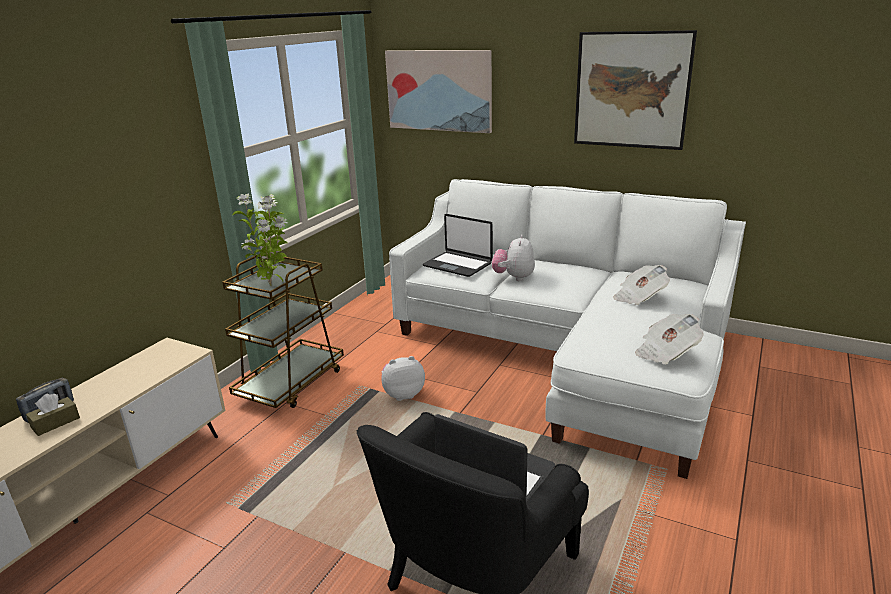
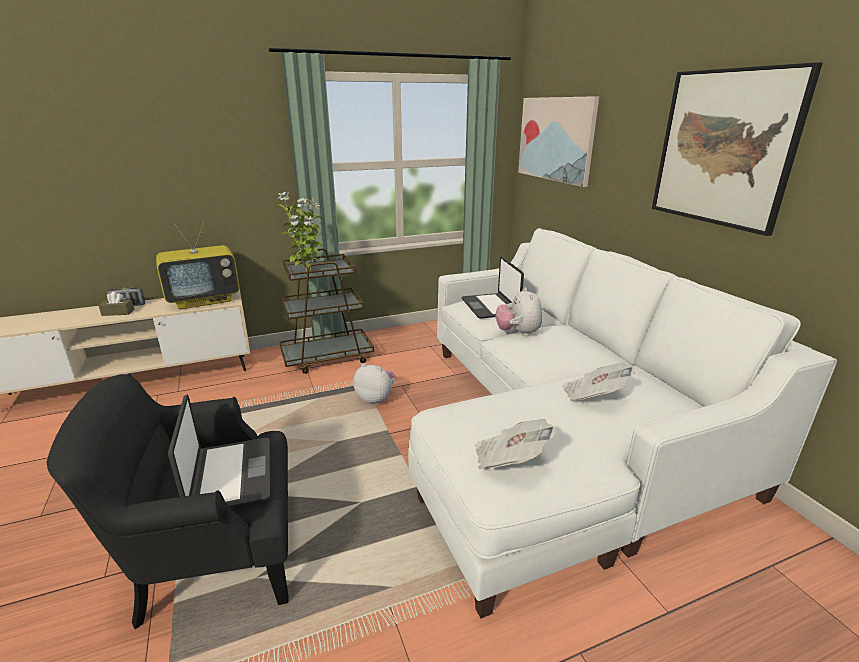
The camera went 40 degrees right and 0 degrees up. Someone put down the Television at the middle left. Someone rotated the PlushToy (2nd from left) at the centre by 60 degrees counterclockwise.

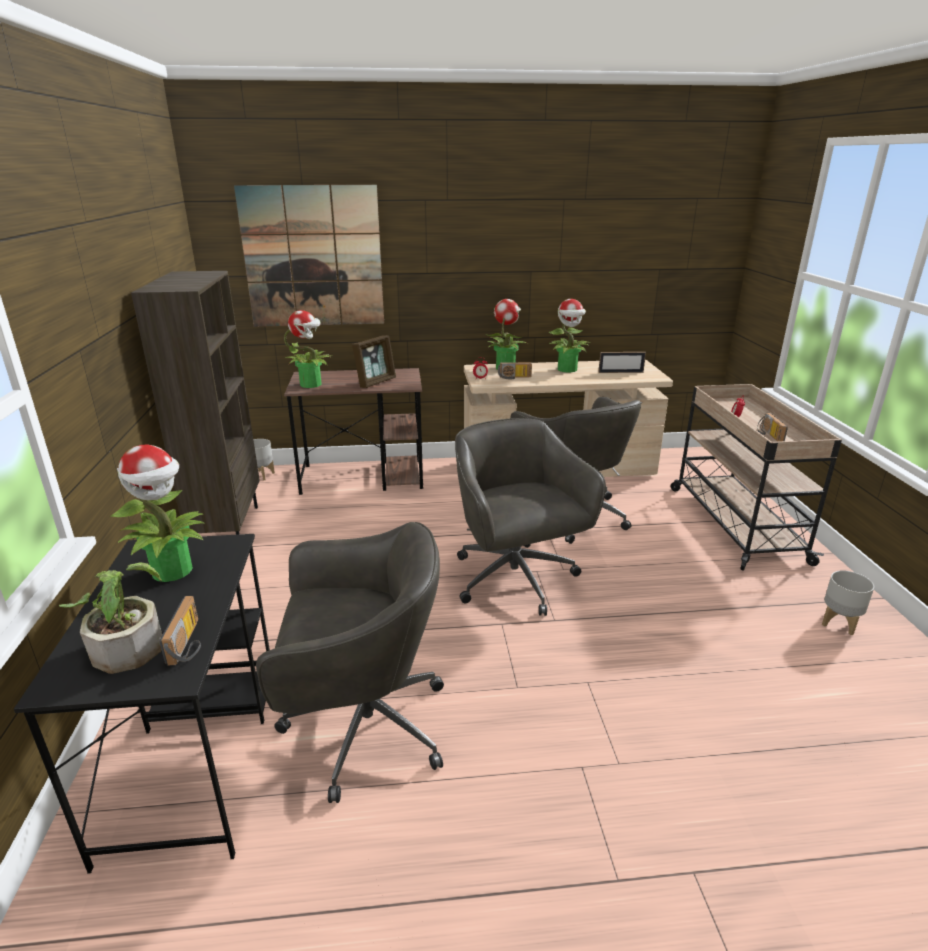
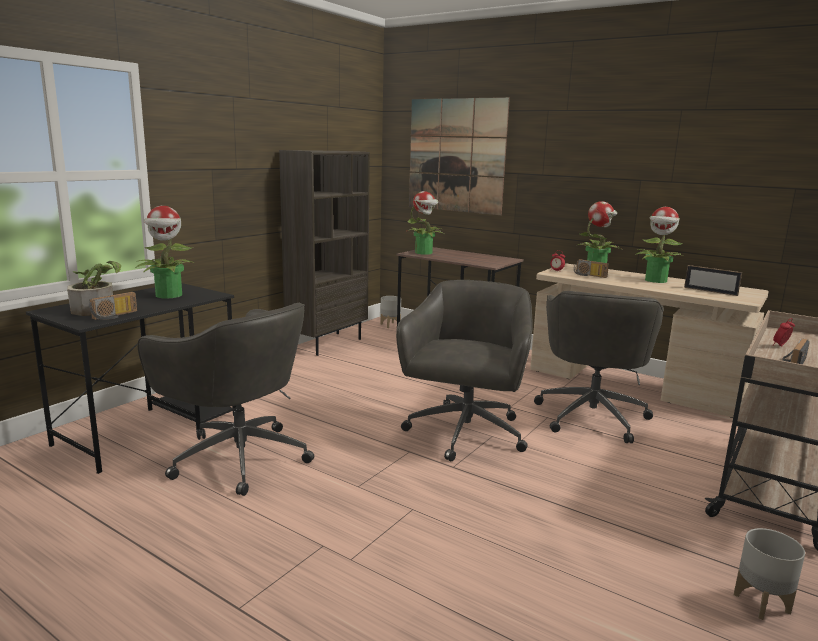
The camera went 40 degrees right and 10 degrees down. Someone took away the PictureFrame (1st from left) at the centre.

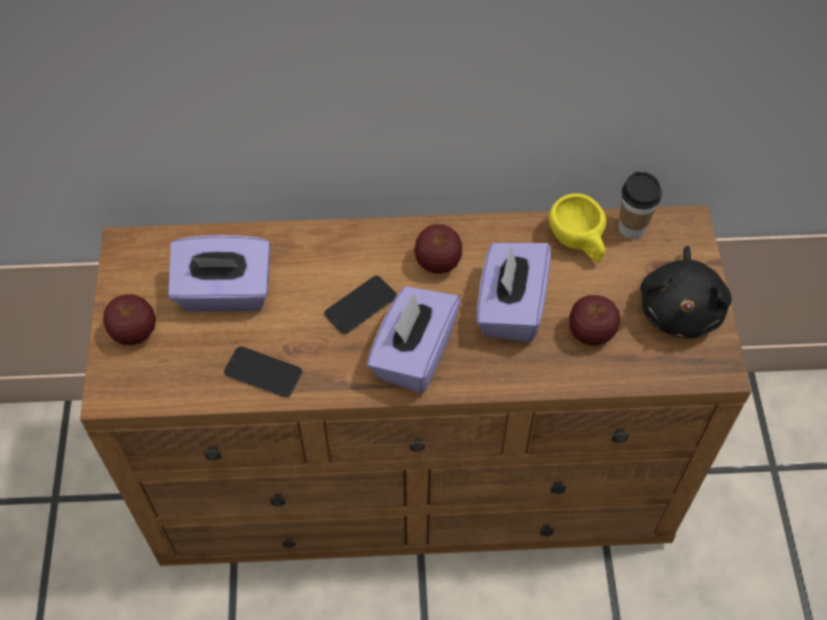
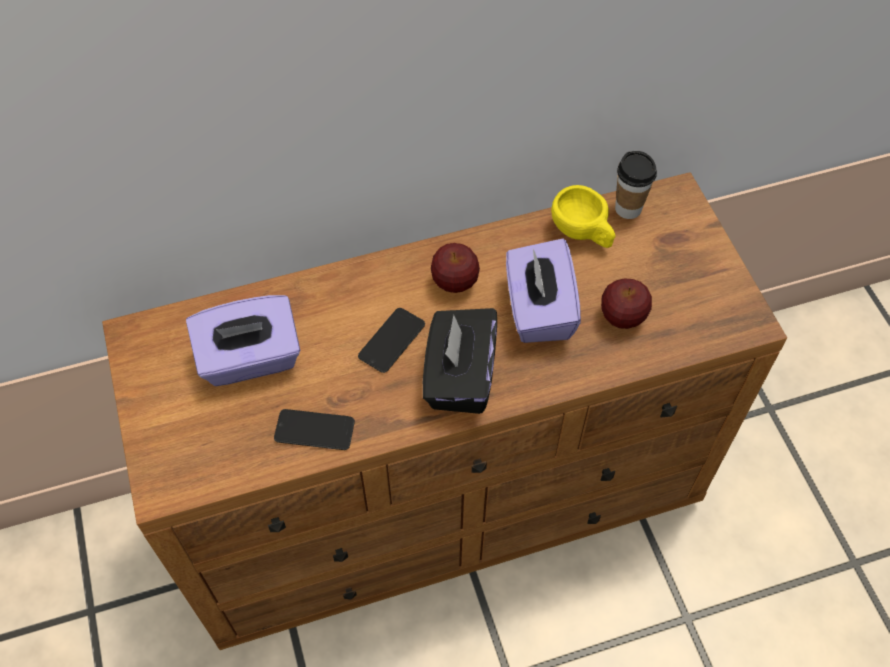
The camera went 15 degrees left and 0 degrees up. Someone took away the Apple (1st from left) at the middle left. Someone took away the BlackPlushToy at the middle right. Someone repainted the PurpleTissueBox (2nd from left) at the centre, which became the BlackTissueBox at the centre.

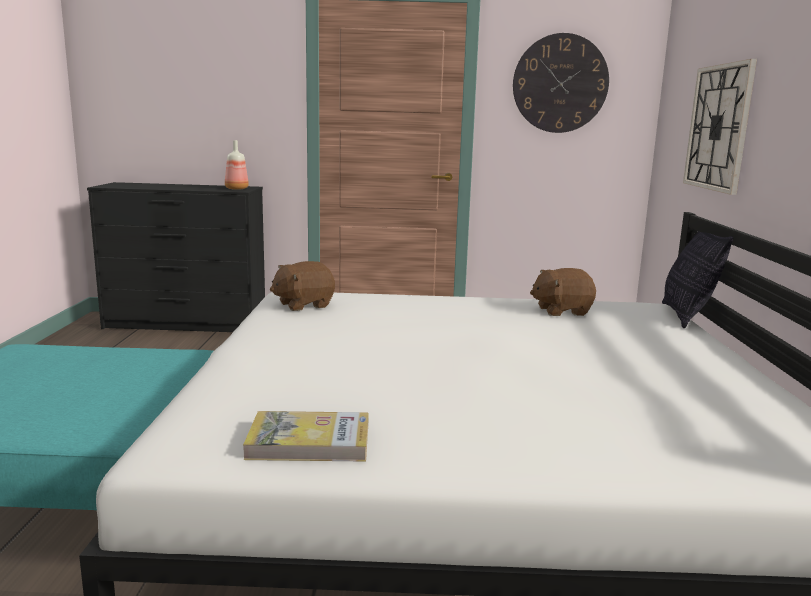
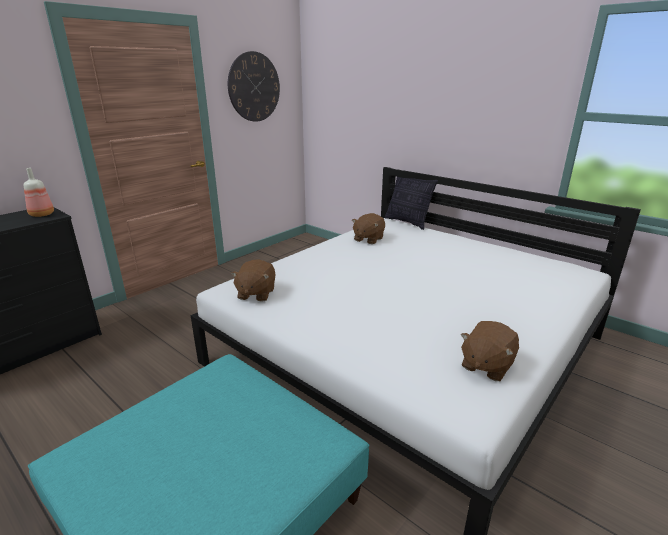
The camera went 50 degrees left and 10 degrees up. Someone took away the WallClock (2nd from left) at the top right. Someone swapped the Book at the bottom centre for the BrownPlushToy (3rd from left) at the middle right.

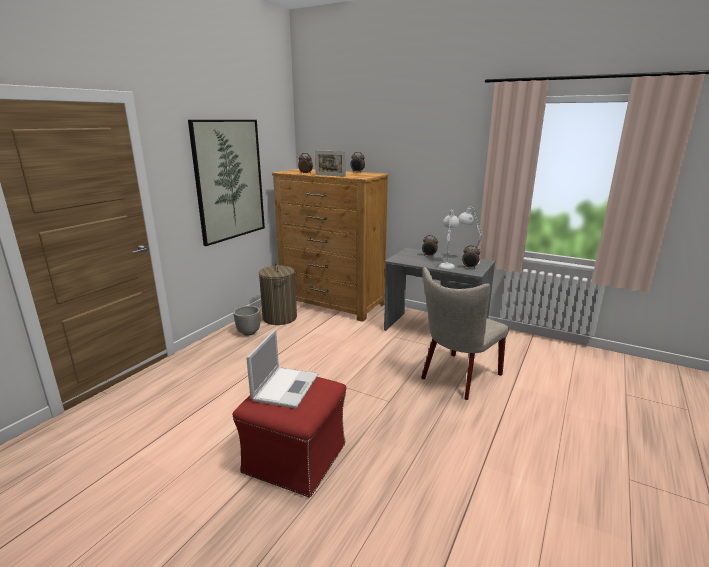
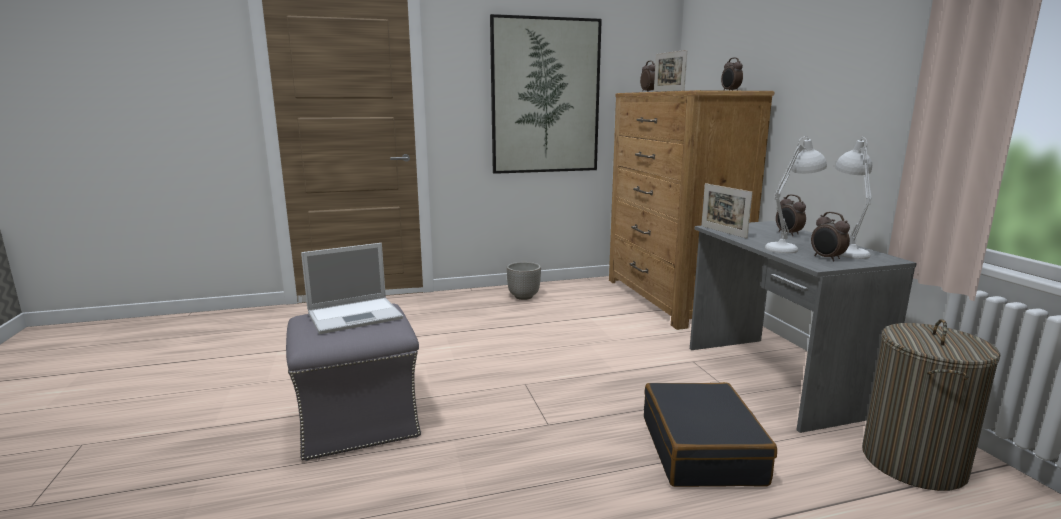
The camera went 45 degrees right and 5 degrees down. Someone put down the PictureFrame (2nd from left) at the middle right. Someone carried the LaundryBasket from the centre to the bottom right. Someone swapped the BeigeChair at the centre for the BlackSuitcase at the bottom right. Someone repainted the RedOttoman at the bottom centre, which became the GreyOttoman at the bottom left.

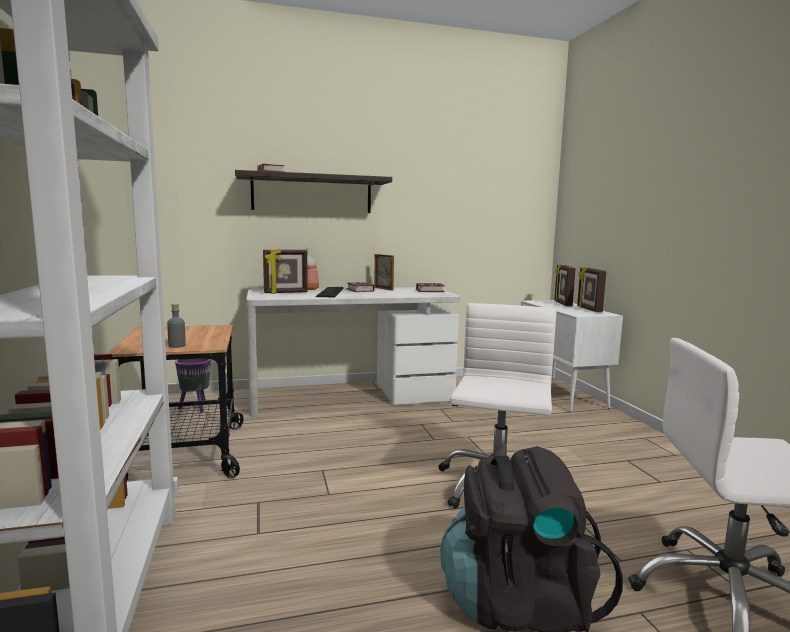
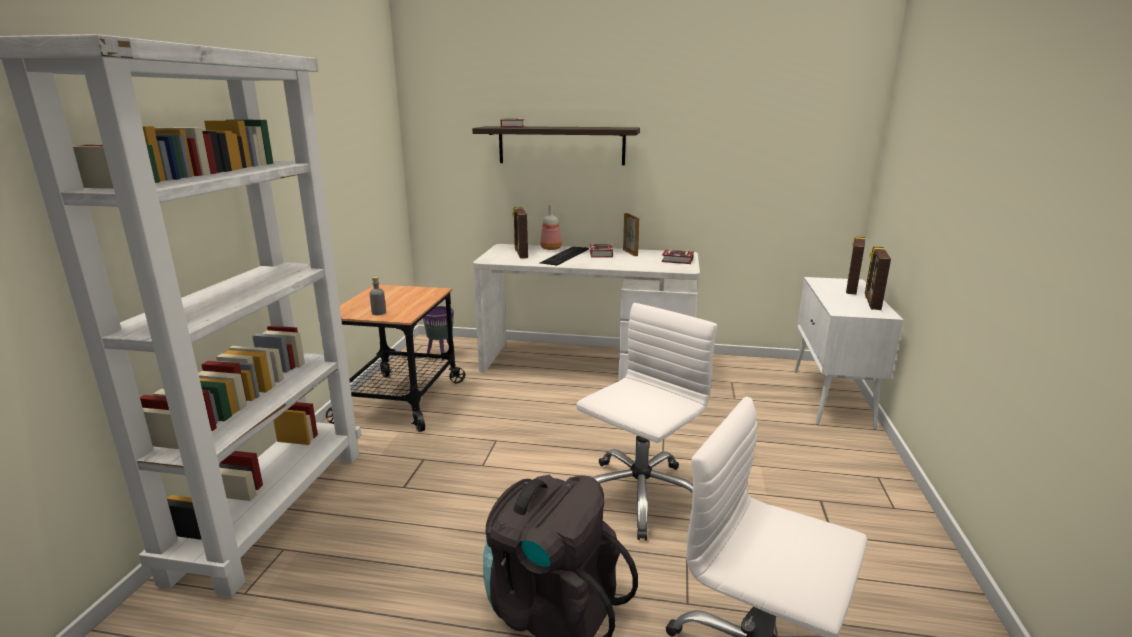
The camera went 25 degrees right and 10 degrees up. Someone rotated the PictureFrame (1st from left) at the centre by 75 degrees clockwise.

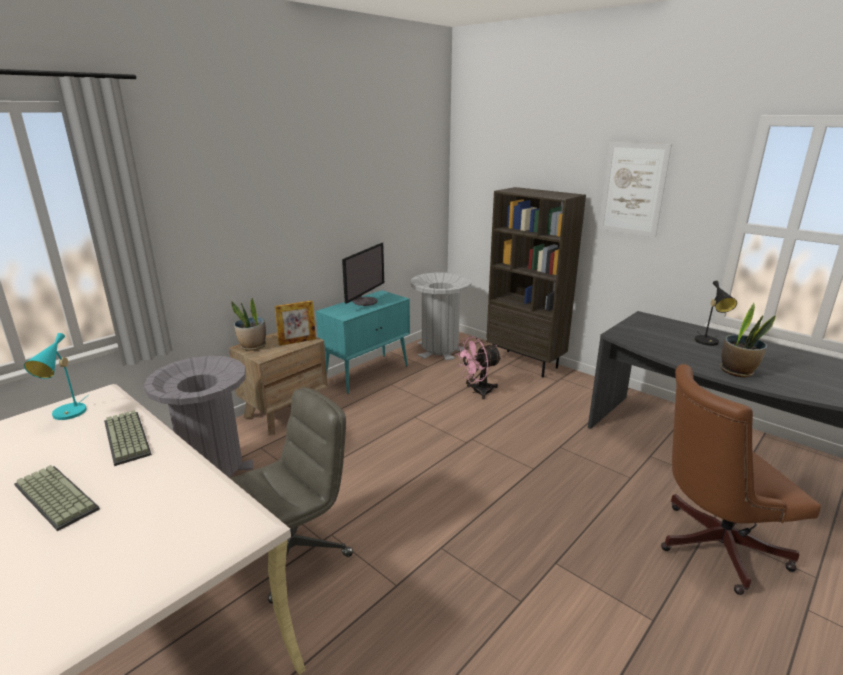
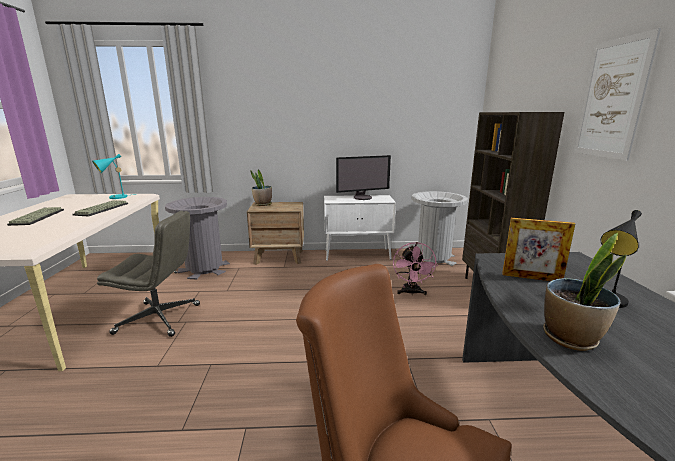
The camera went 45 degrees right and 5 degrees down. Someone carried the PictureFrame from the centre to the middle right. Someone repainted the TurquoiseCabinet at the centre, which became the WhiteCabinet at the centre. Someone rotated the PinkFan at the centre by 105 degrees counterclockwise.

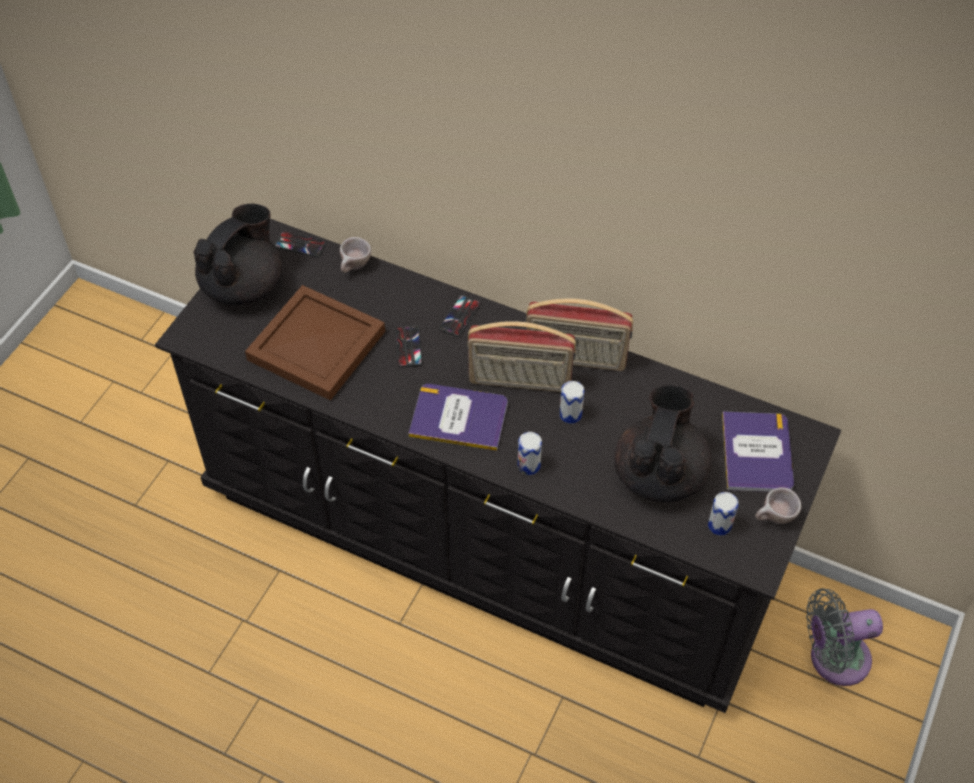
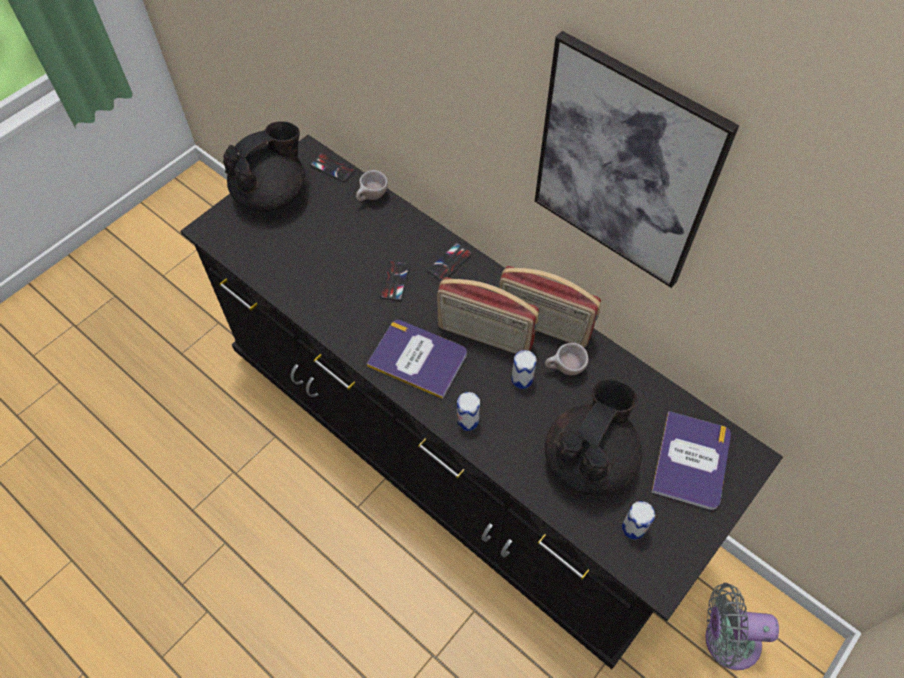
The camera went 15 degrees right and 5 degrees up. Someone took away the BrownTray at the middle left. Someone put up the Picture at the top right. Someone carried the BeigeCup (2nd from left) from the middle right to the centre.

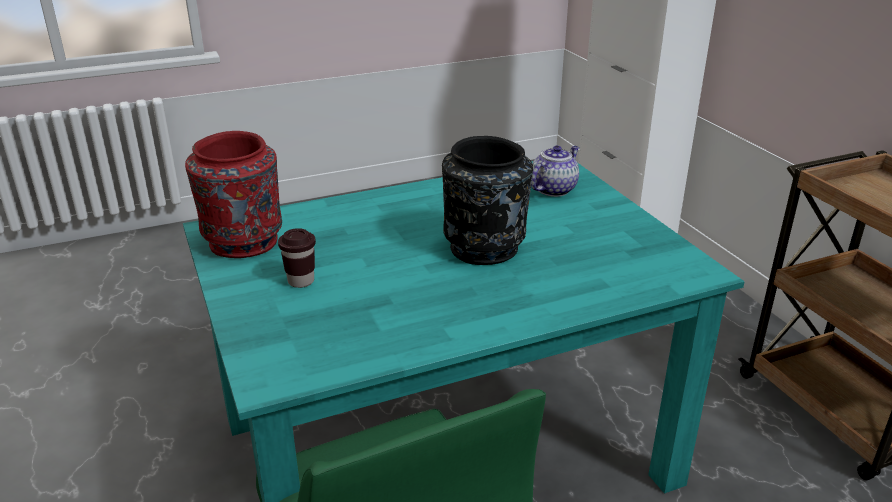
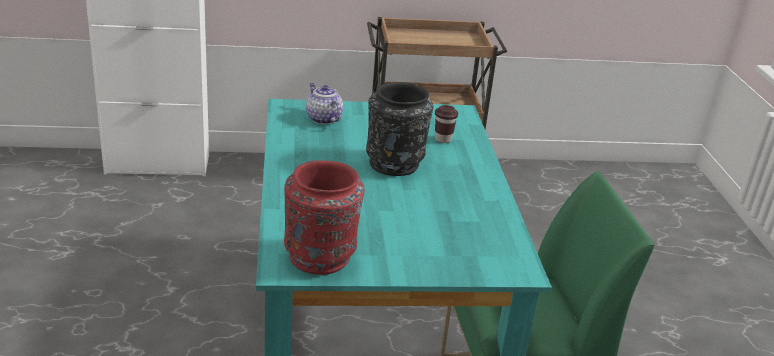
The camera went 75 degrees left and 0 degrees up. Someone carried the BrownCup from the middle left to the centre.

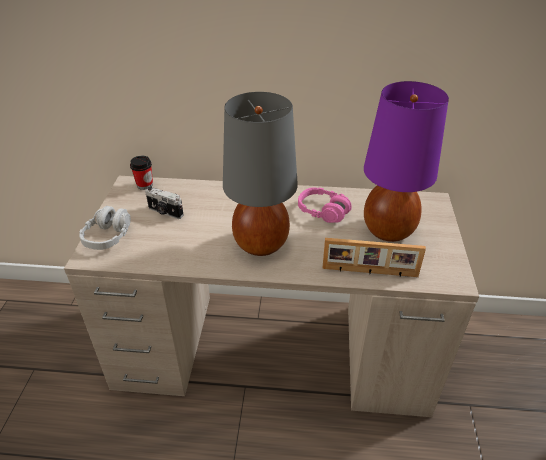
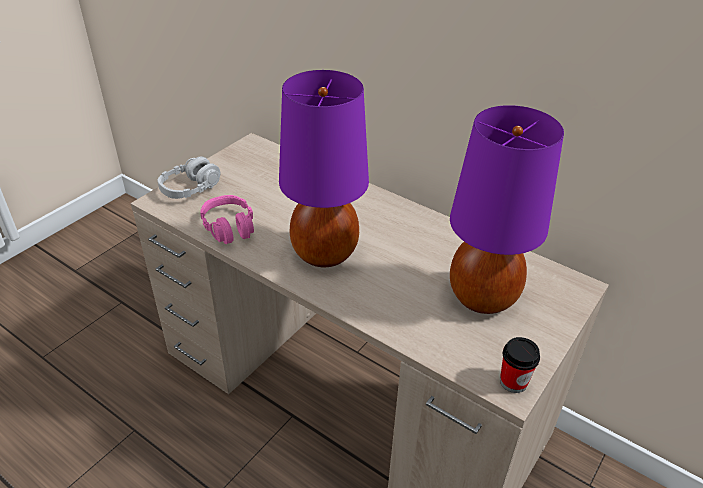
The camera went 30 degrees right and 0 degrees up. Someone took away the PhotoCamera at the middle left. Someone took away the PictureFrame at the middle right. Someone carried the Cup from the middle left to the bottom right. Someone carried the PinkHeadphones from the centre to the middle left. Someone repainted the GreyTableLamp at the centre, which became the PurpleTableLamp (1st from left) at the centre.

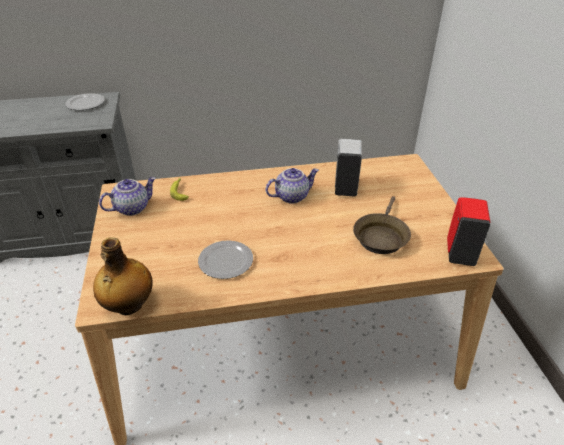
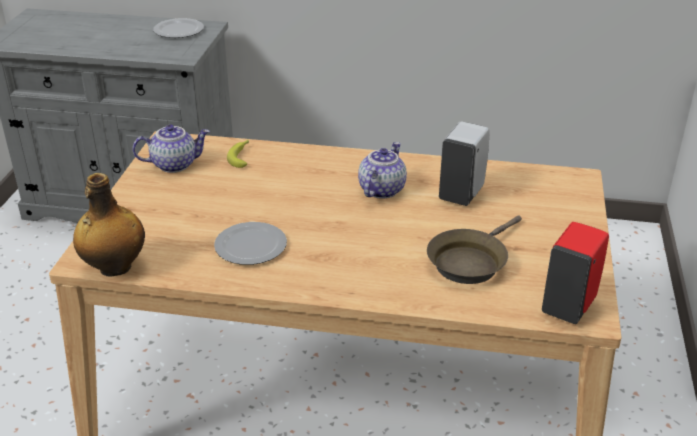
The camera went 20 degrees right and 5 degrees down. Someone rotated the Teapot (2nd from left) at the centre by 60 degrees counterclockwise.

